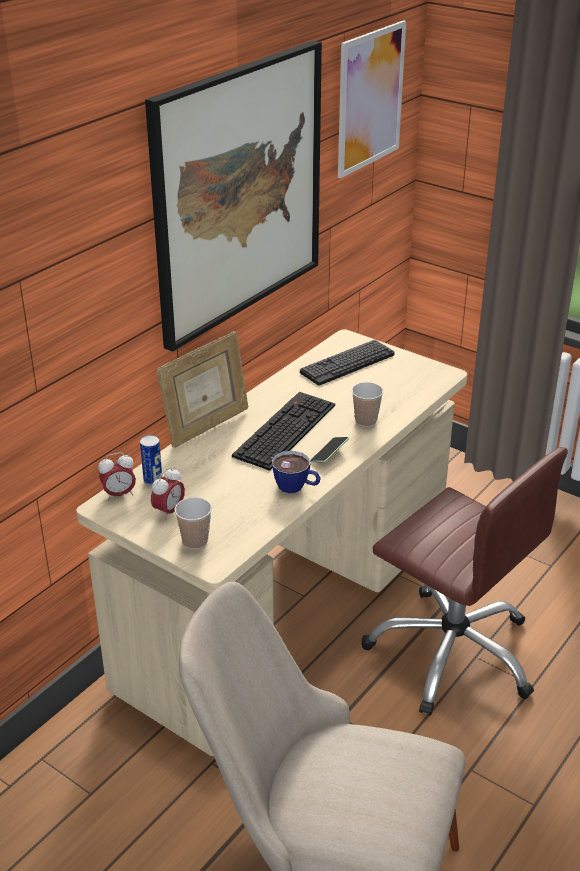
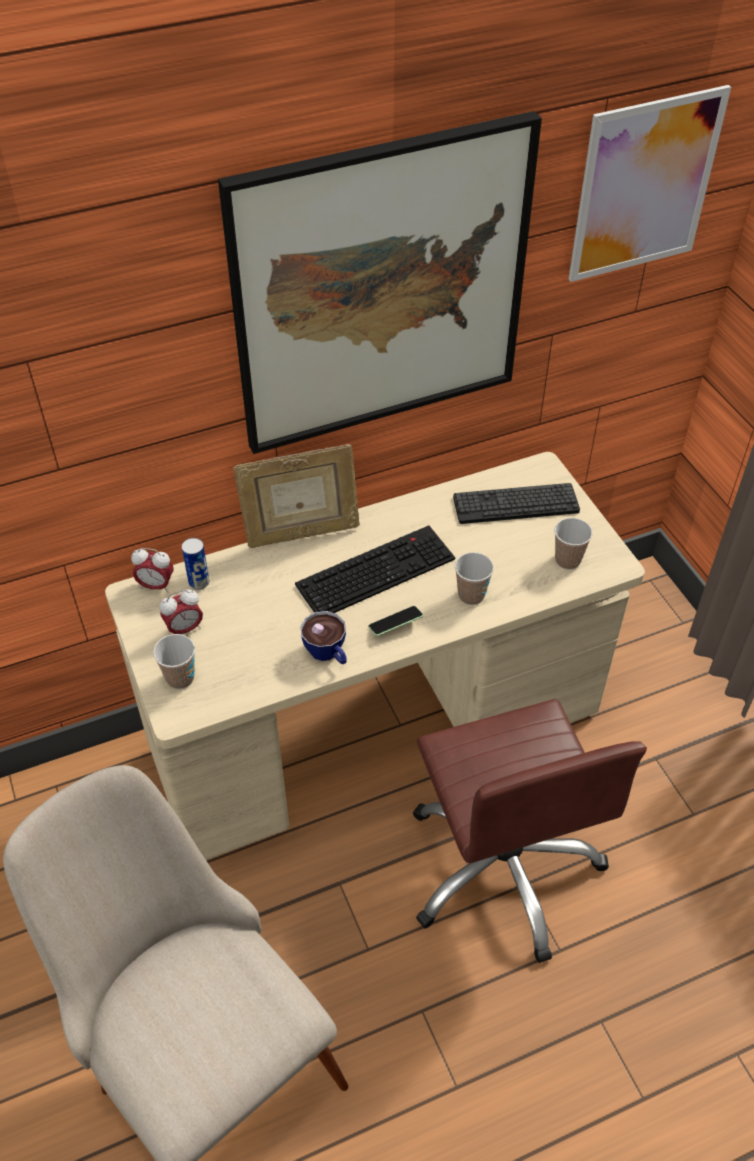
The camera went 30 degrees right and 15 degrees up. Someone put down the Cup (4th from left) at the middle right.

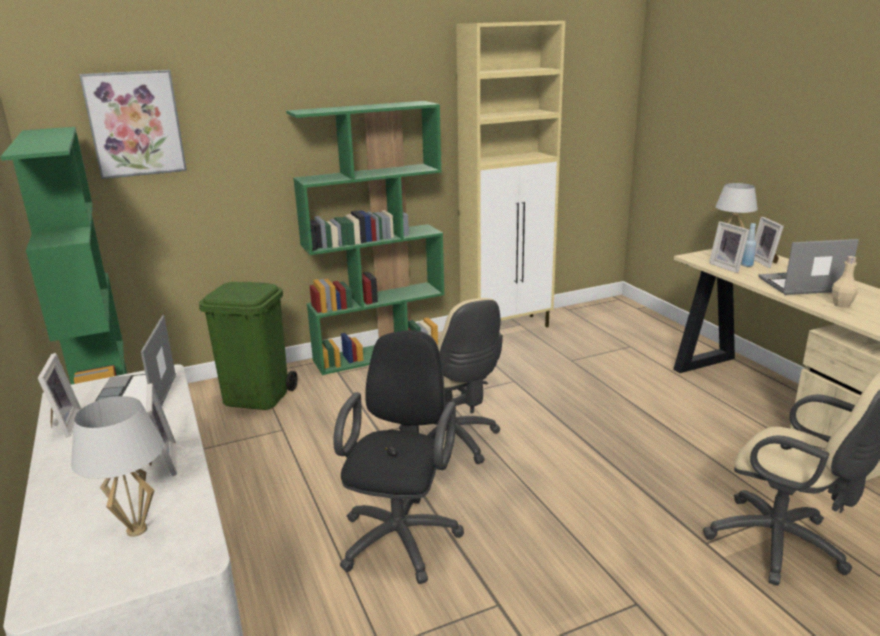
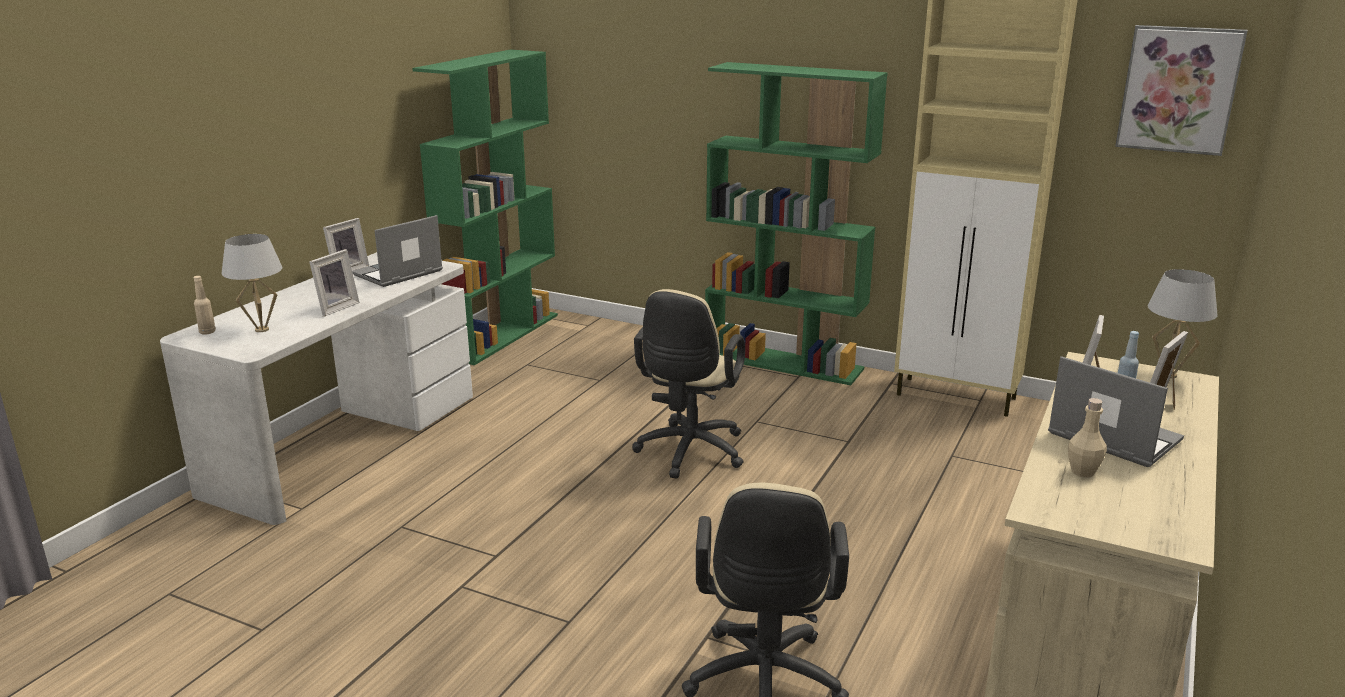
The camera went 50 degrees right and 0 degrees up. Someone took away the GreenTrashCan at the middle left. Someone took away the BlackOfficeChair at the bottom centre. Someone put down the BeigeBottle (1st from left) at the middle left. Someone carried the Picture from the top left to the top right.

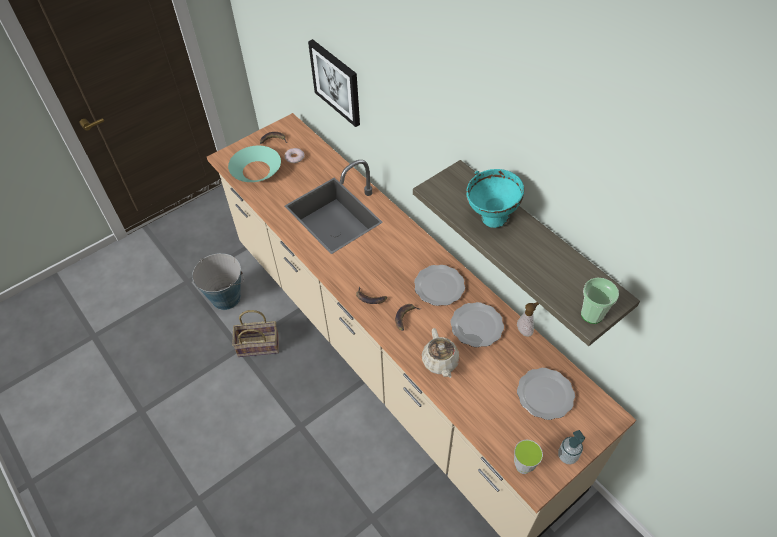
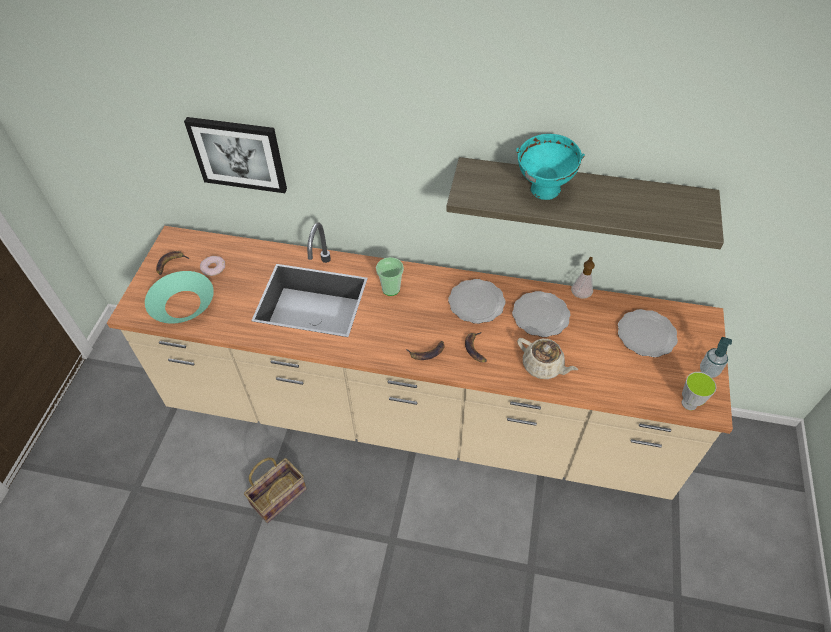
The camera went 40 degrees left and 0 degrees up. Someone took away the Bucket at the middle left. Someone carried the Cup (2nd from left in the first image) from the middle right to the centre.

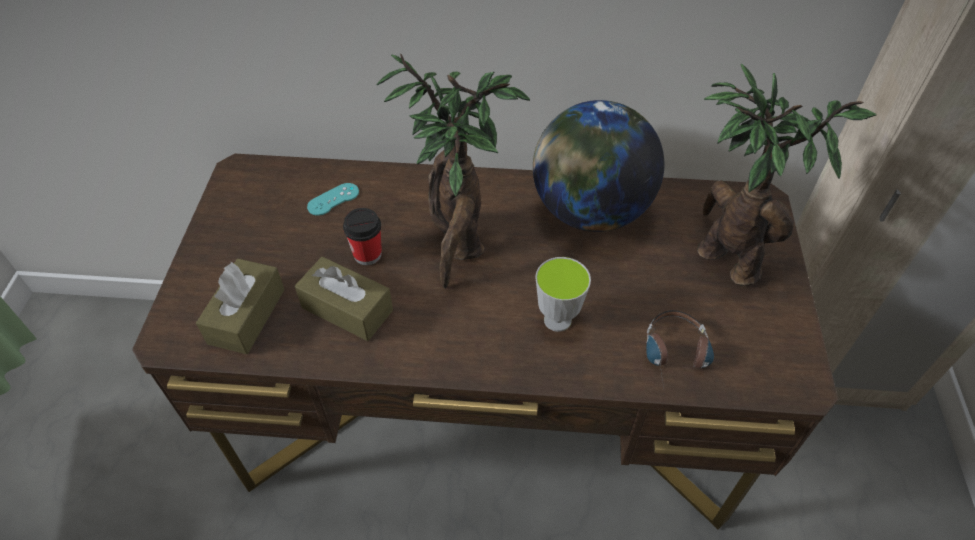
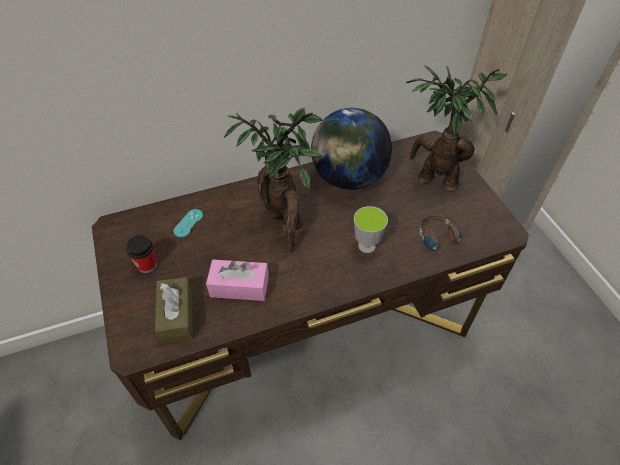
The camera went 25 degrees left and 0 degrees up. Someone carried the Cup (1st from left) from the centre to the middle left. Someone repainted the BrownTissueBox (2nd from left) at the centre, which became the PinkTissueBox at the centre.

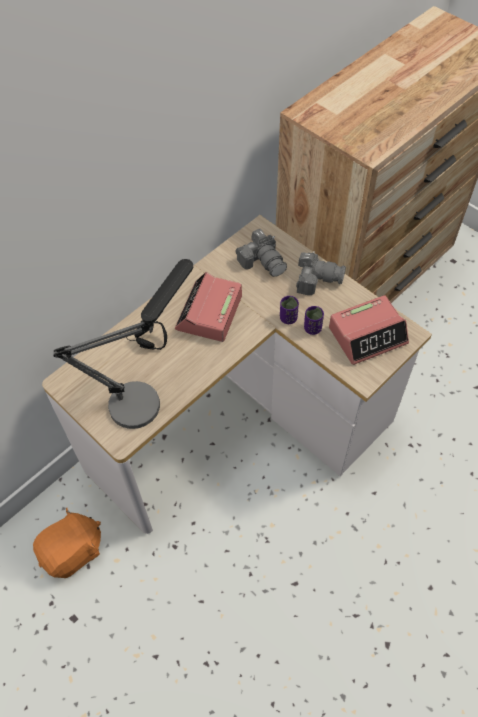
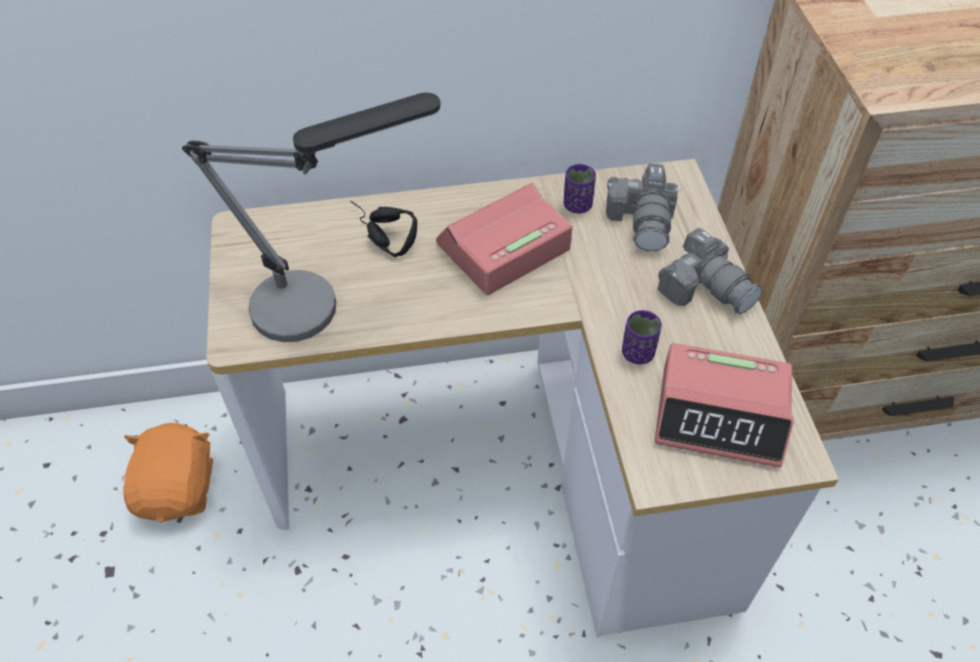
The camera went 35 degrees right and 5 degrees down. Someone carried the PurpleCup (1st from left) from the centre to the top centre. Someone rotated the OrangePlushToy at the bottom left by 90 degrees counterclockwise.

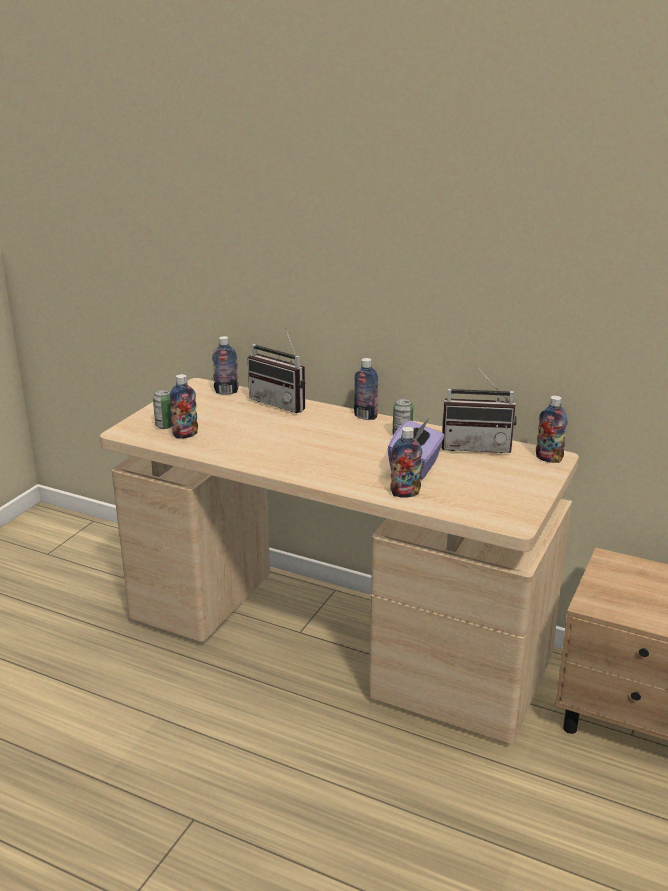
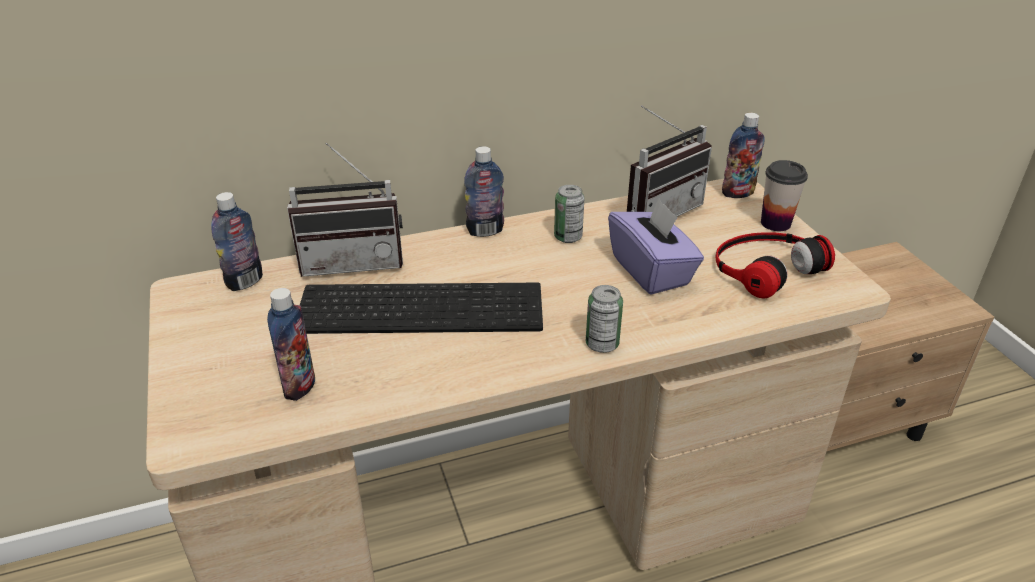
The camera went 45 degrees left and 10 degrees up. Someone took away the Bottle (4th from left) at the centre. Someone put down the Keyboard at the centre. Someone put down the Headphones at the middle right. Someone put down the Cup at the middle right. Someone carried the Can (1st from left in the first image) from the middle left to the centre.

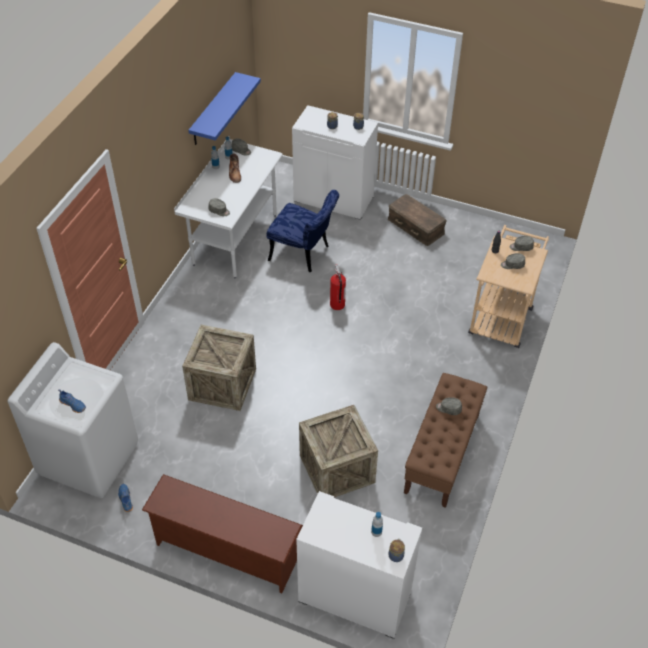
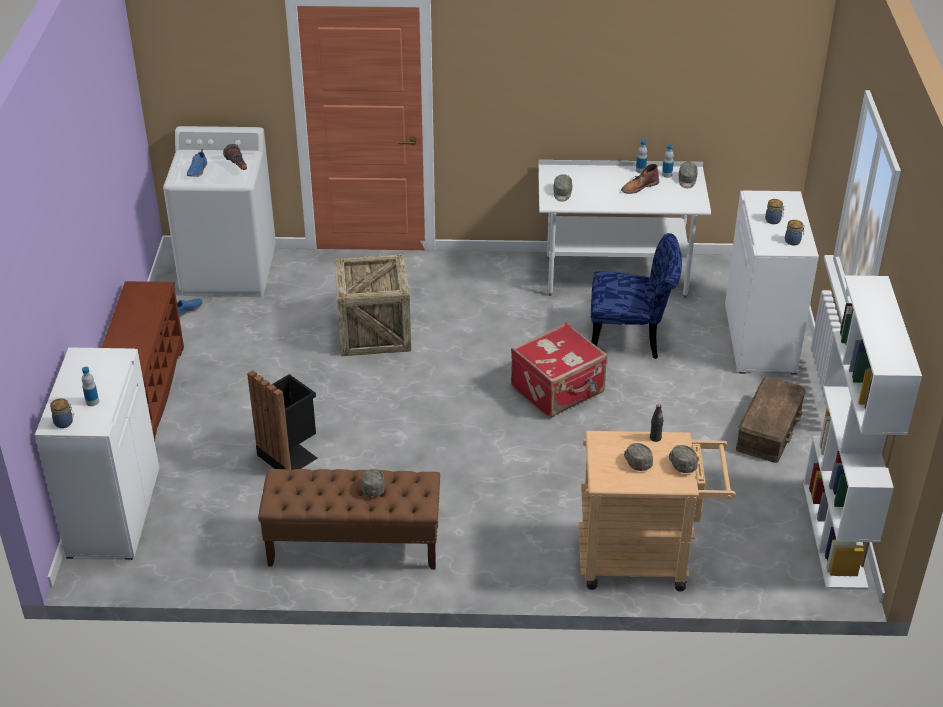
The camera went 70 degrees right and 10 degrees down. Someone took away the BlueShelf at the top centre. Someone put down the Flashlight at the top left. Someone put down the WhiteBookcase at the middle right. Someone swapped the Crate (2nd from left) at the bottom centre for the BlackTrashCan at the middle left. Someone swapped the FireExtinguisher at the centre for the RedSuitcase at the centre. Someone rotated the BlueChair at the centre by 90 degrees counterclockwise.

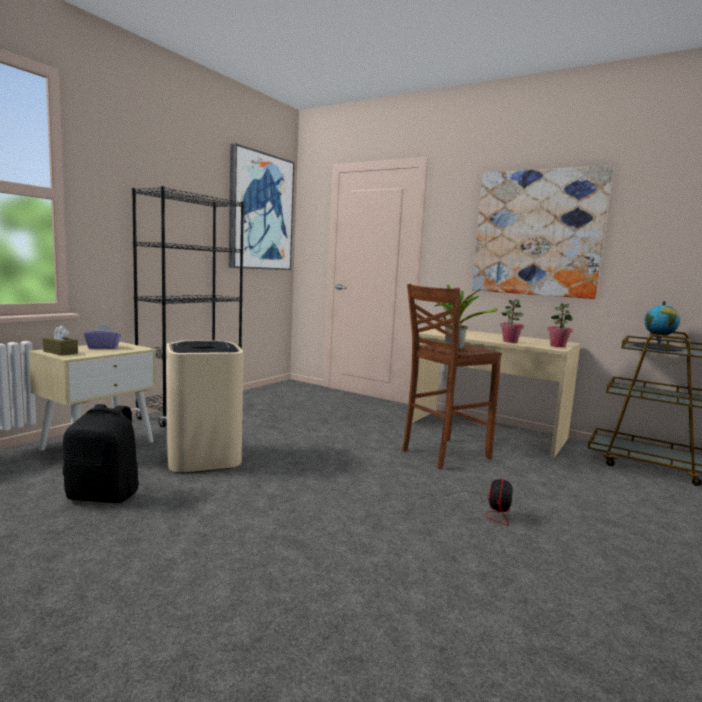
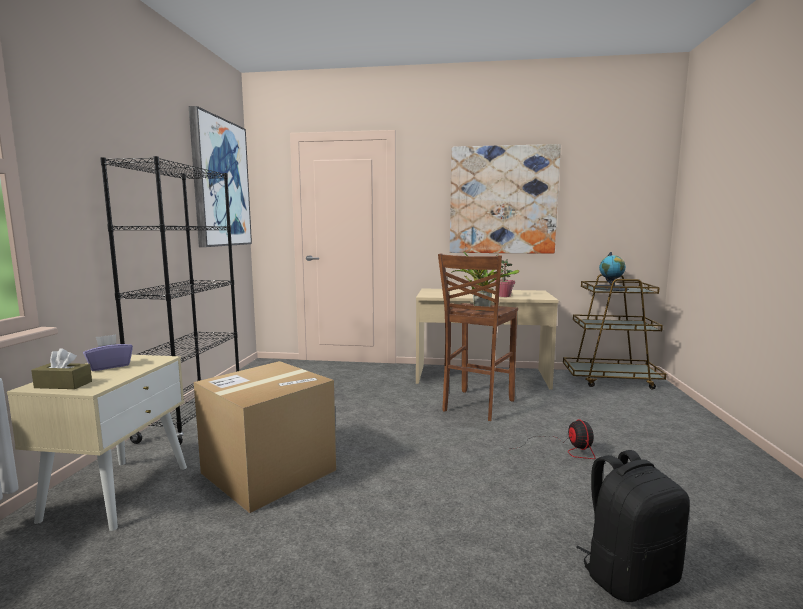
The camera went 25 degrees left and 0 degrees up. Someone took away the PottedPlant (3rd from left) at the middle right. Someone carried the BlackBackpack from the middle left to the bottom right. Someone swapped the BeigeTrashCan at the middle left for the CardboardBox at the bottom left.

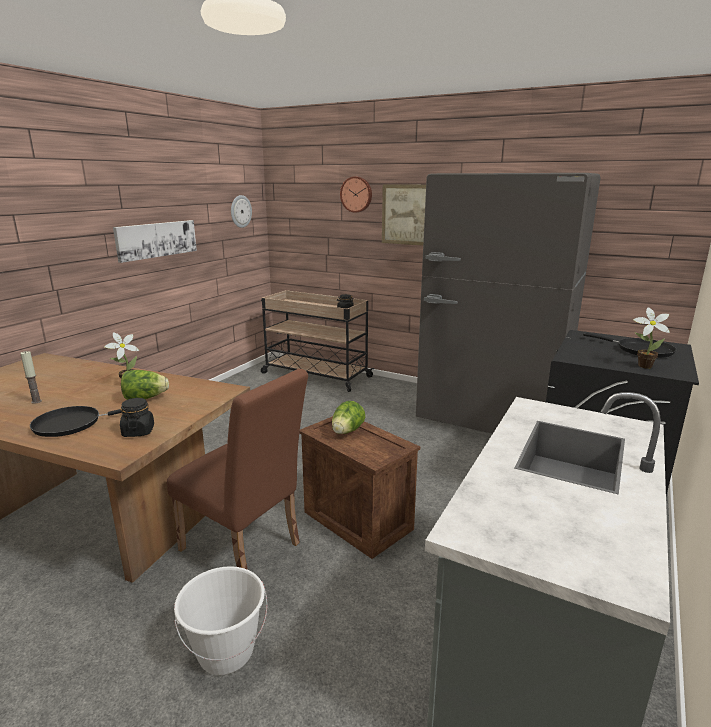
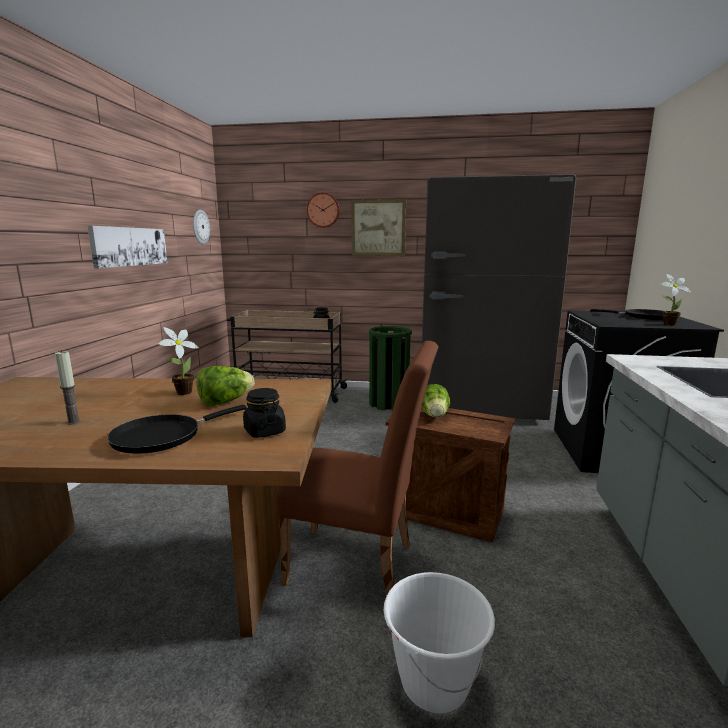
The camera went 20 degrees left and 5 degrees down. Someone put down the GreenTrashCan at the centre.

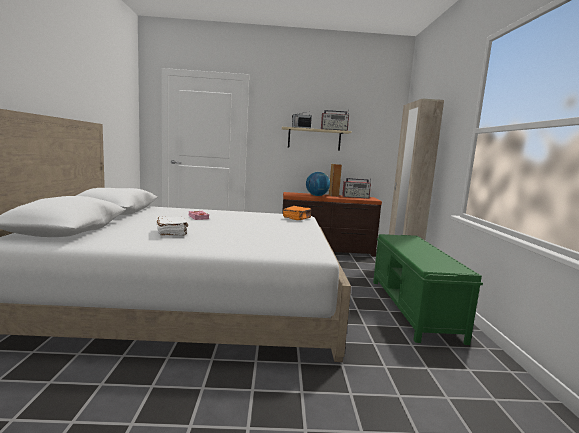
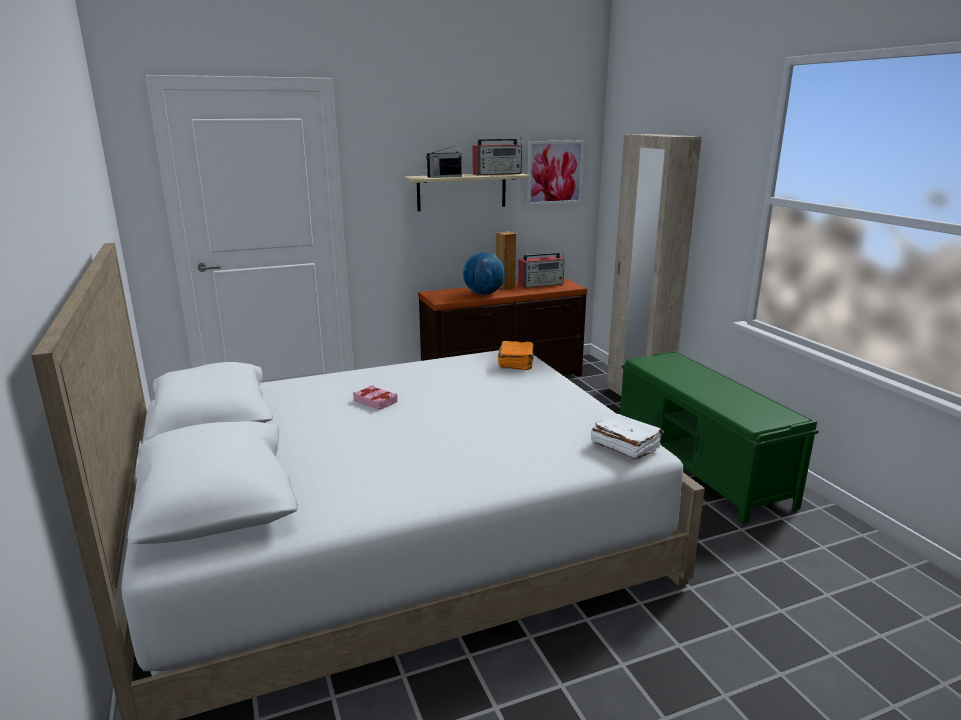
The camera went 20 degrees left and 10 degrees up. Someone put up the Picture at the top centre. Someone carried the WhiteBook from the middle left to the centre.

